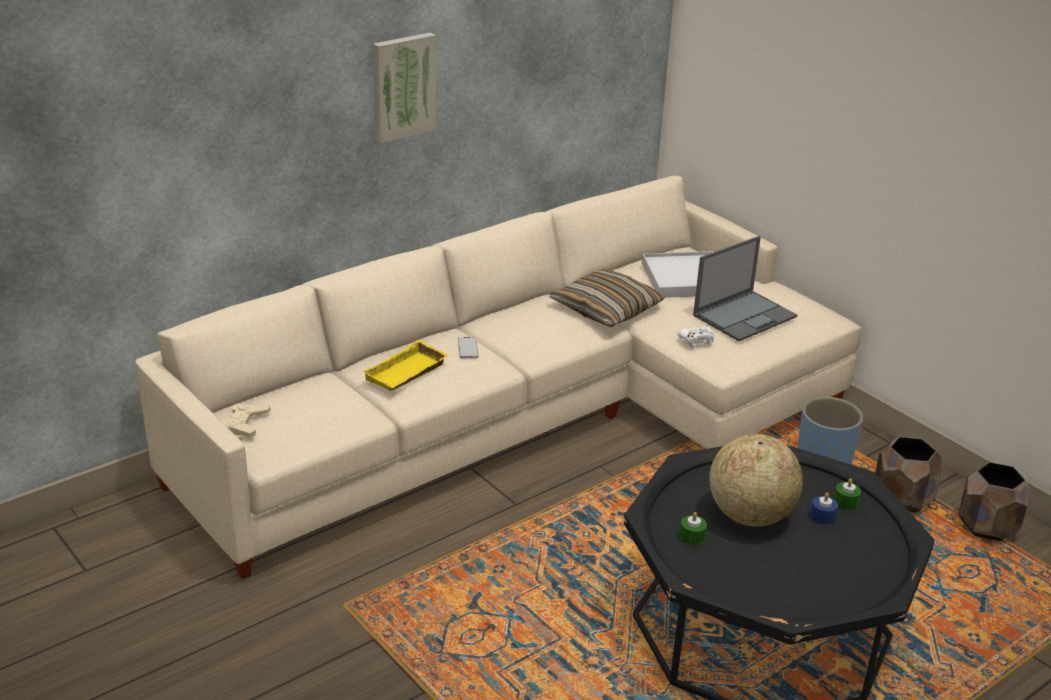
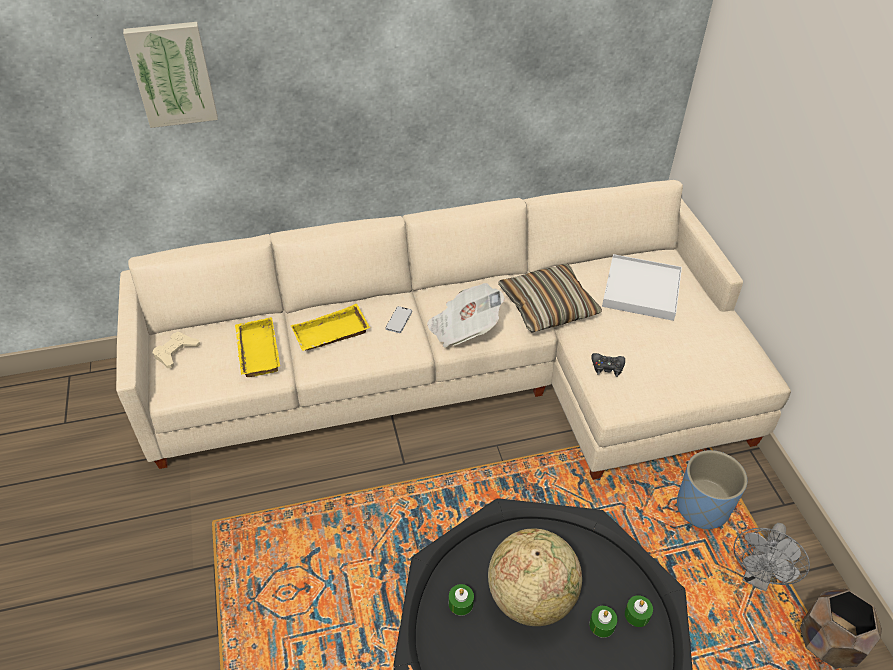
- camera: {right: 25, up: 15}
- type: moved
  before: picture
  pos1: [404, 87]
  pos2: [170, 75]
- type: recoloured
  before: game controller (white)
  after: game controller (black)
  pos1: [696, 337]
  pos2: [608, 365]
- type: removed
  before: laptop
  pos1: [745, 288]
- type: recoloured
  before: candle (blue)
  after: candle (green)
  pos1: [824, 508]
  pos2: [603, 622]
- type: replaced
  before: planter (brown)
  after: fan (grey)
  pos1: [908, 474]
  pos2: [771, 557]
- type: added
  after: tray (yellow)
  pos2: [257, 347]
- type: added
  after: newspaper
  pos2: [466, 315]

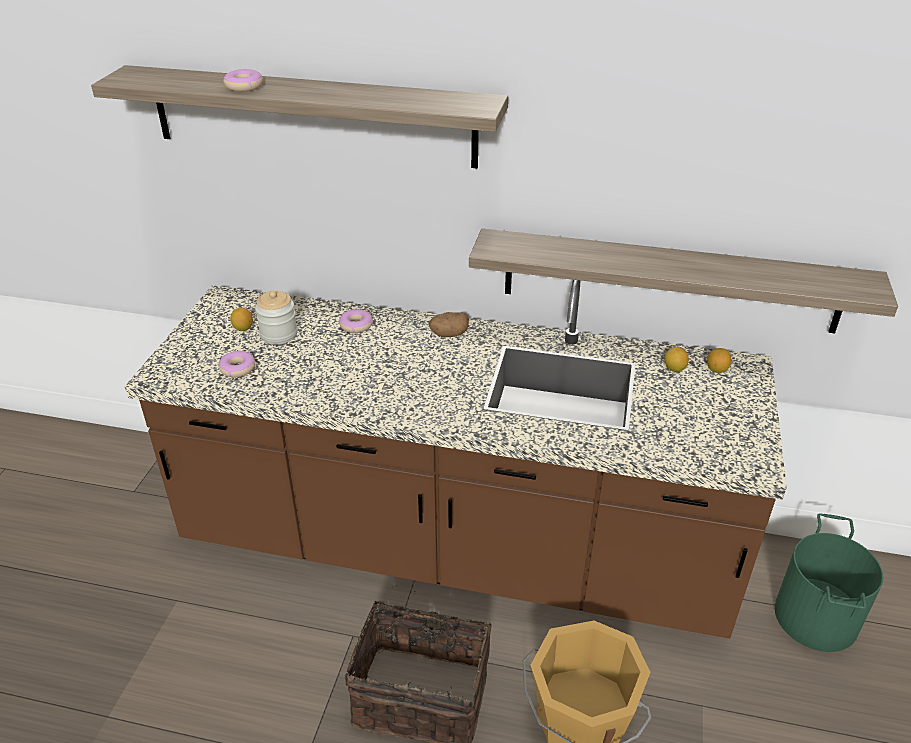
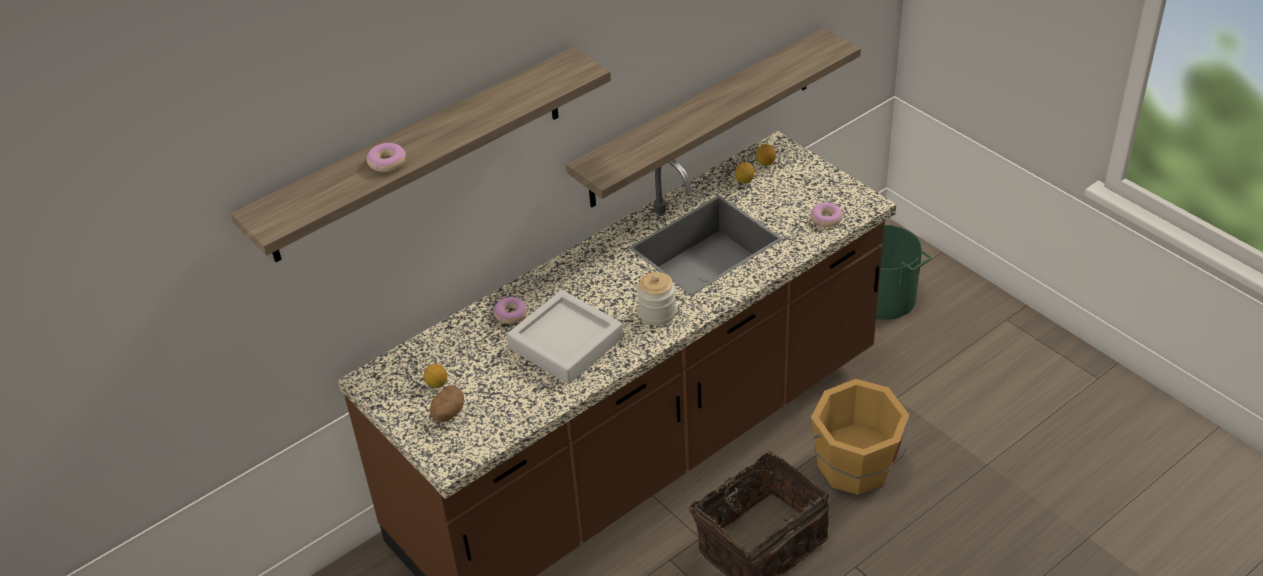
- camera: {right: -50, up: 5}
- type: moved
  before: donut
  pos1: [236, 364]
  pos2: [826, 214]
- type: moved
  before: jar
  pos1: [276, 317]
  pos2: [656, 299]
- type: moved
  before: potato
  pos1: [449, 324]
  pos2: [447, 403]
- type: added
  after: tray (grey)
  pos2: [564, 337]

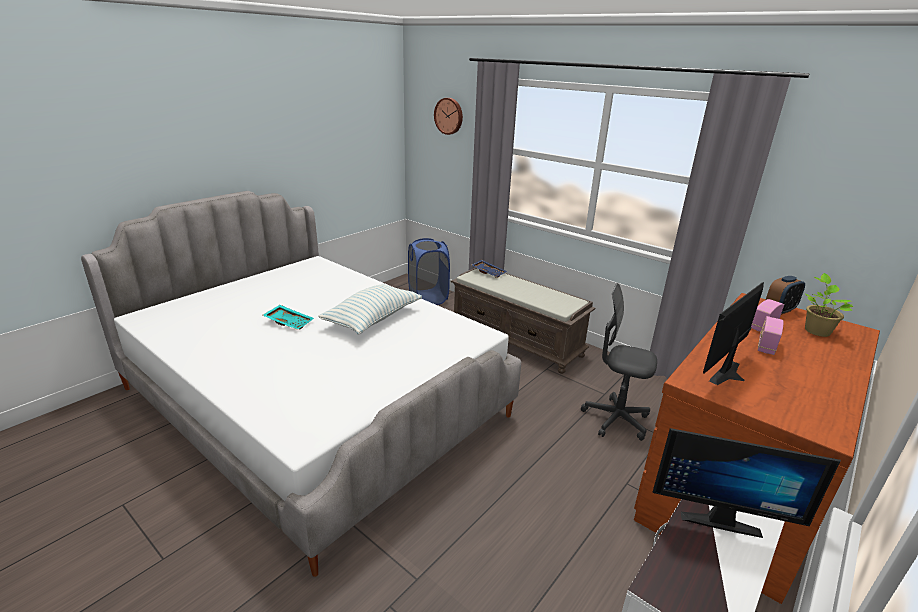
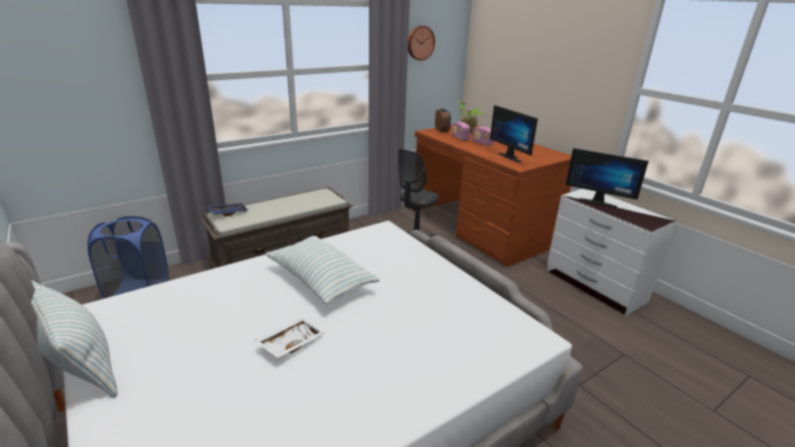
- camera: {right: -75, up: 0}
- type: recoloured
  before: tray (turquoise)
  after: tray (white)
  pos1: [288, 317]
  pos2: [289, 338]
- type: moved
  before: wall clock
  pos1: [448, 116]
  pos2: [421, 43]
- type: turned
  before: monitor
  pos1: [746, 483]
  pos2: [607, 178]
  turn: 90
- type: added
  after: pillow
  pos2: [74, 339]

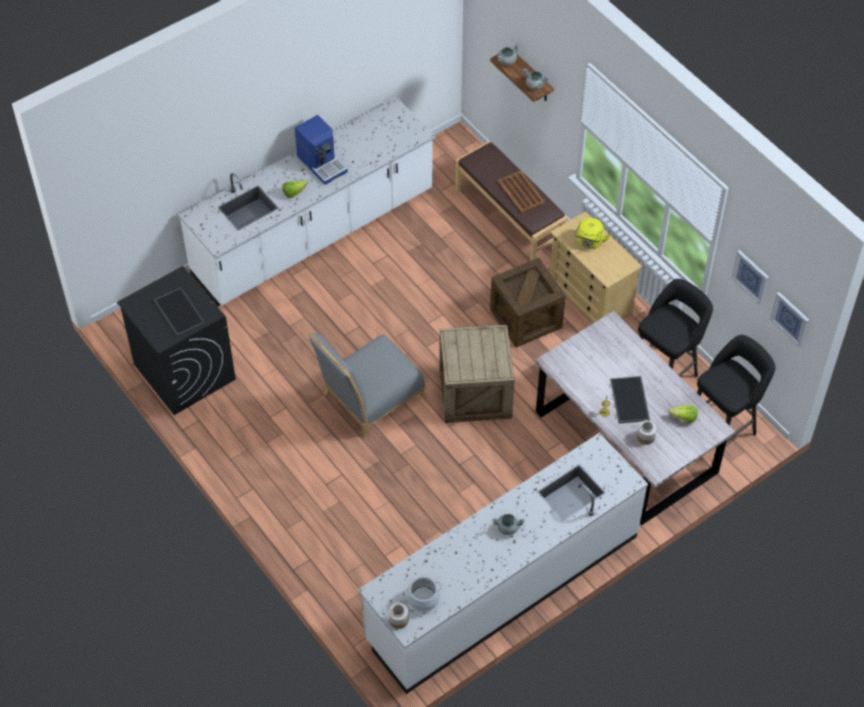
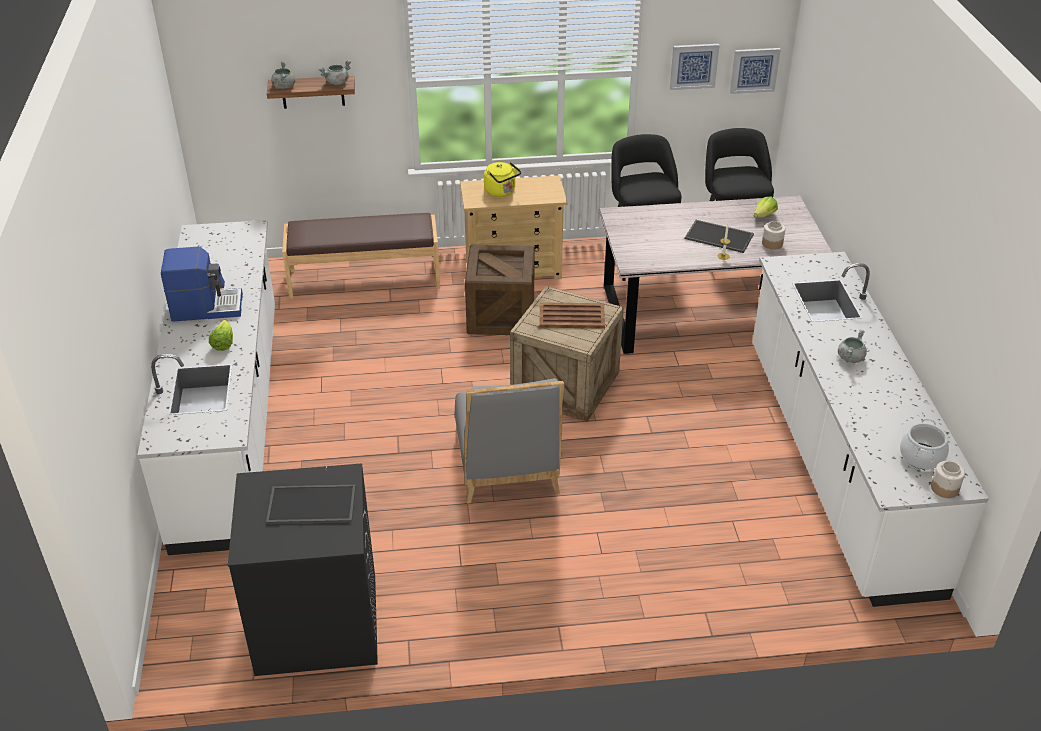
- camera: {right: -60, up: -15}
- type: moved
  before: tray (brown)
  pos1: [521, 192]
  pos2: [572, 315]

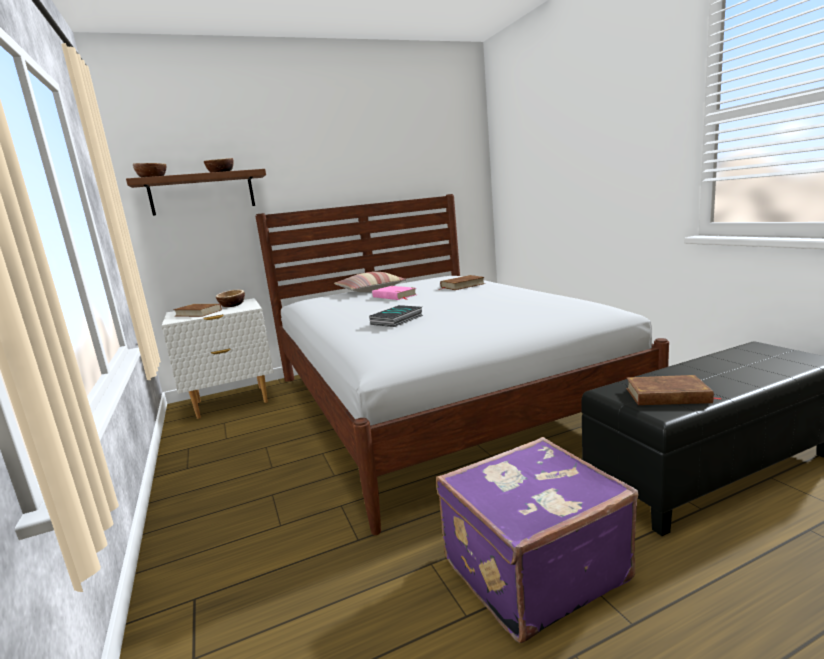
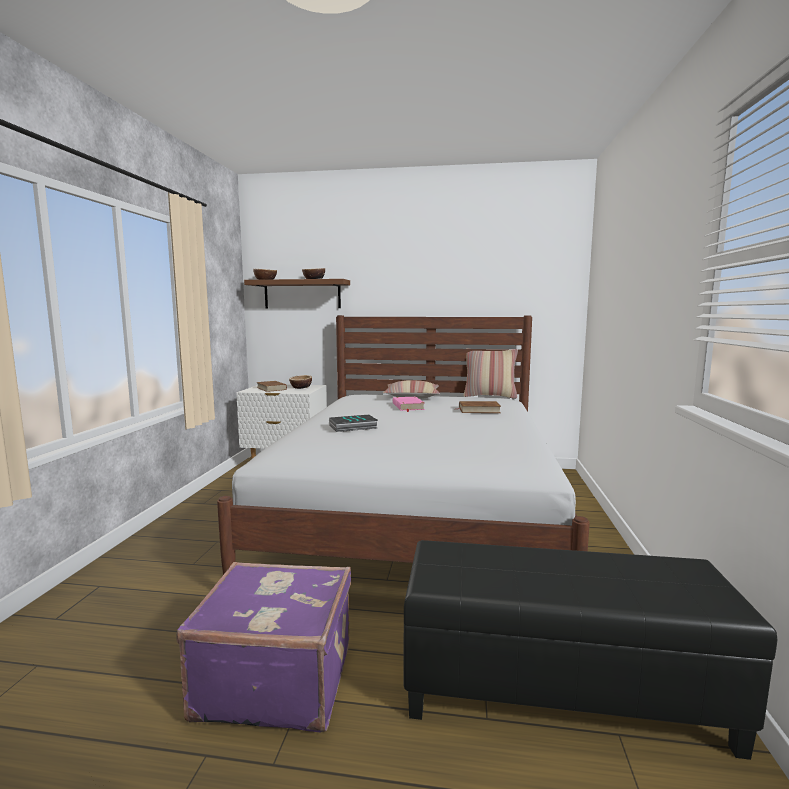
- camera: {right: 30, up: -5}
- type: removed
  before: book (brown)
  pos1: [673, 390]
- type: added
  after: pillow
  pos2: [490, 373]

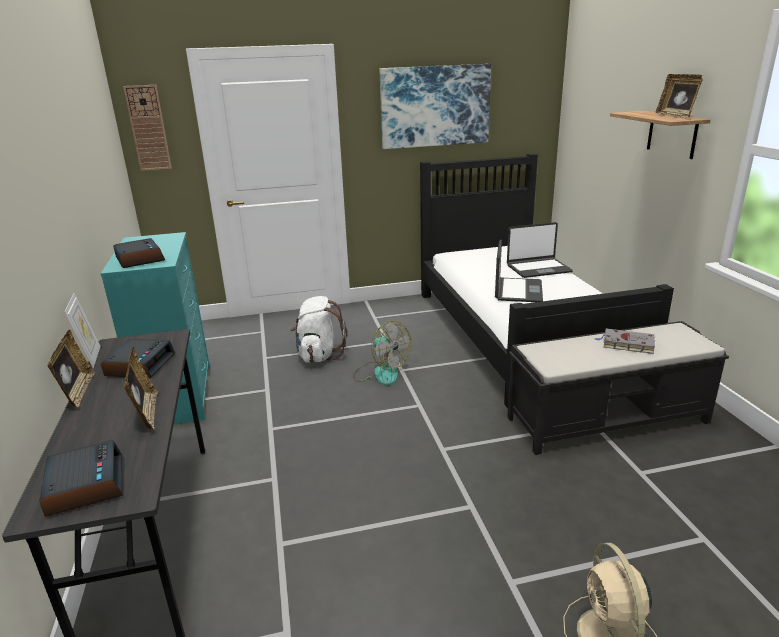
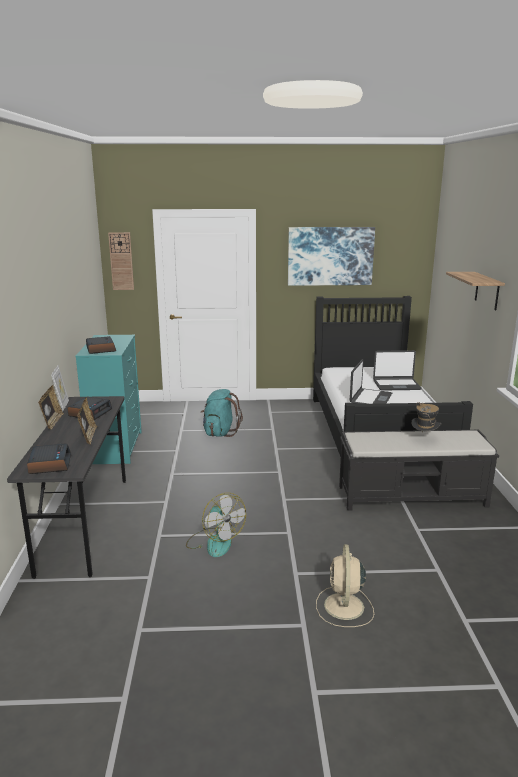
- camera: {right: 10, up: -5}
- type: recoloured
  before: backpack (white)
  after: backpack (turquoise)
  pos1: [318, 329]
  pos2: [222, 413]
- type: moved
  before: fan
  pos1: [382, 353]
  pos2: [216, 525]
- type: replaced
  before: book (grey)
  after: hat
  pos1: [625, 341]
  pos2: [426, 417]
- type: removed
  before: picture frame
  pos1: [679, 96]

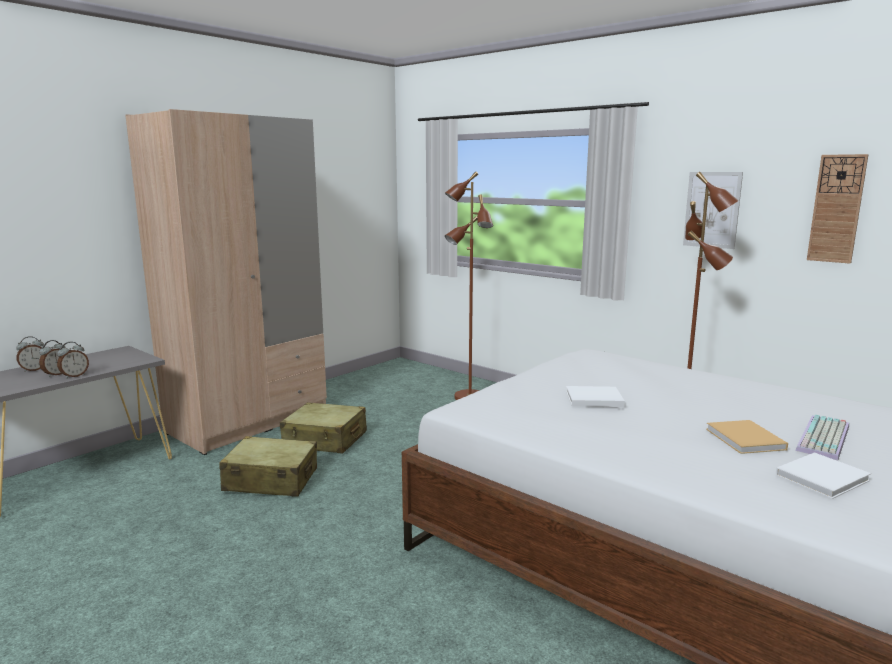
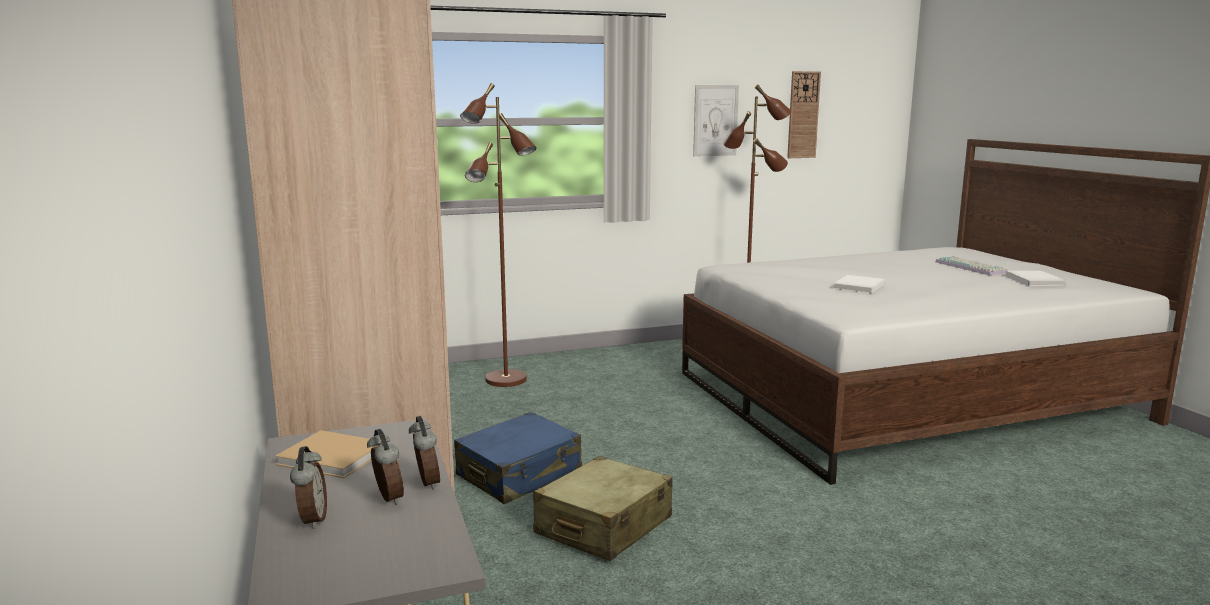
- camera: {right: -60, up: 0}
- type: recoloured
  before: suitcase (beige)
  after: suitcase (blue)
  pos1: [323, 428]
  pos2: [518, 458]
- type: moved
  before: book (beige)
  pos1: [747, 437]
  pos2: [328, 454]

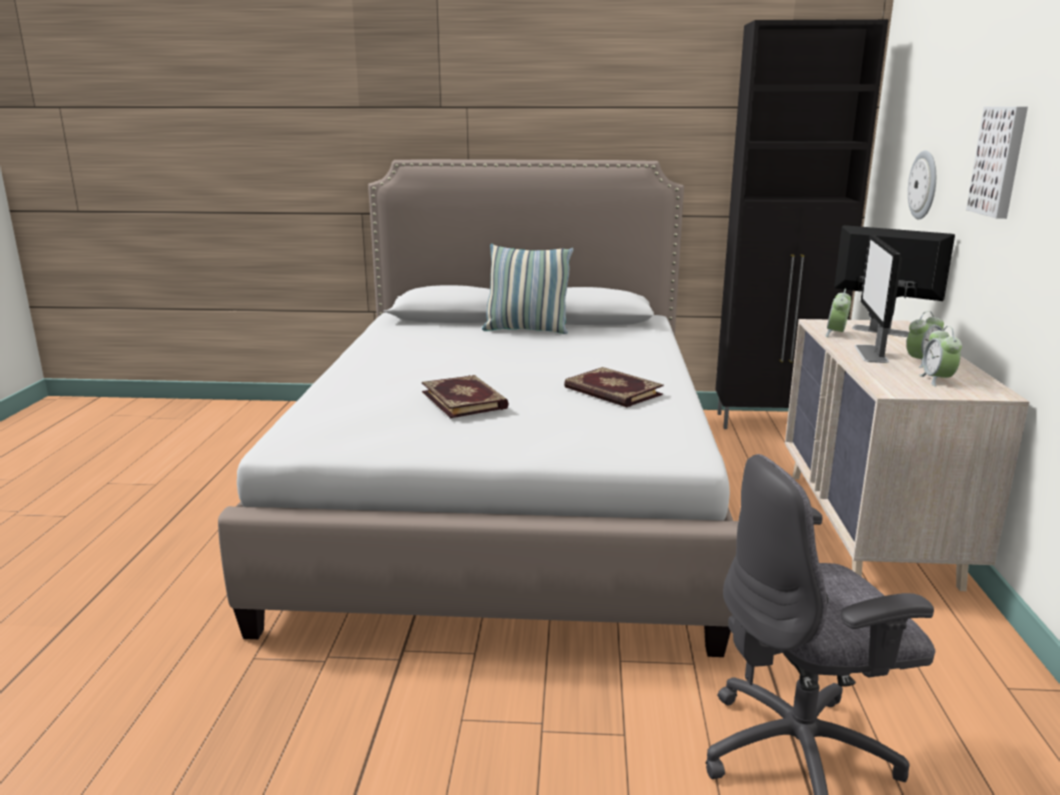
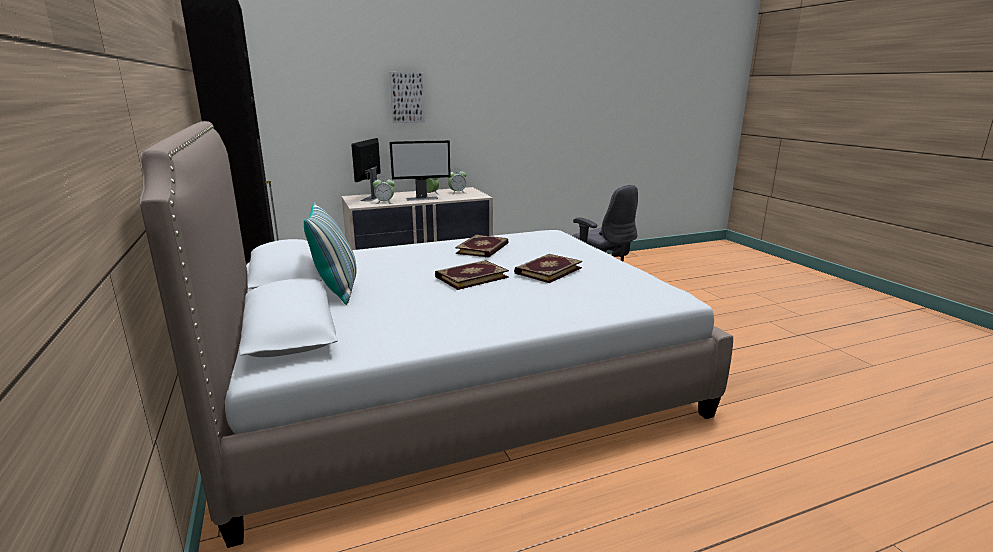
- camera: {right: -115, up: 0}
- type: removed
  before: wall clock
  pos1: [922, 184]
- type: added
  after: book
  pos2: [472, 275]

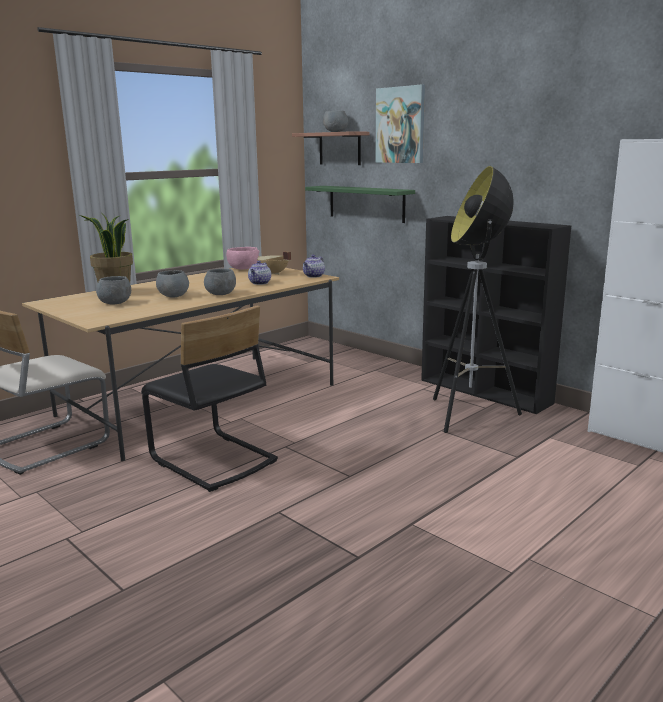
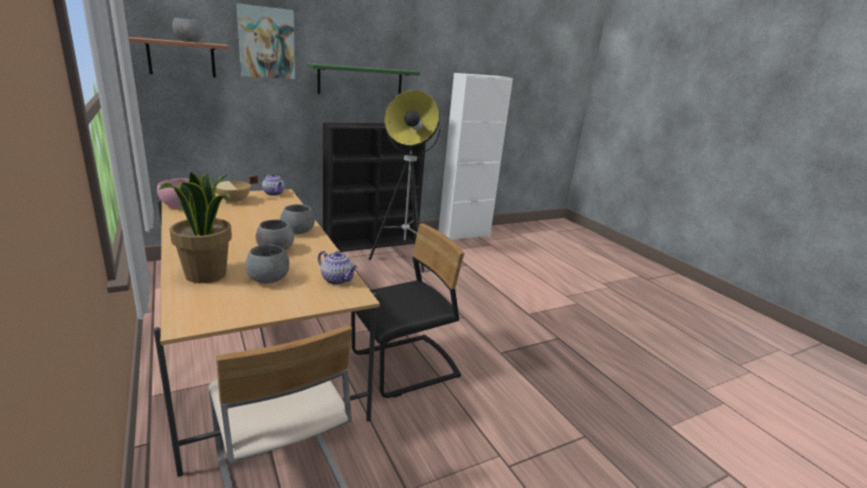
- camera: {right: -75, up: 5}
- type: moved
  before: teapot
  pos1: [259, 273]
  pos2: [337, 268]
- type: moved
  before: shelf (green)
  pos1: [360, 204]
  pos2: [363, 79]

